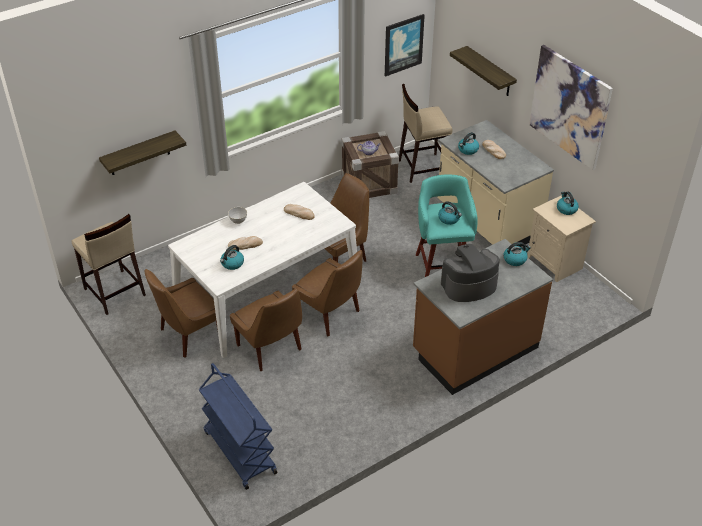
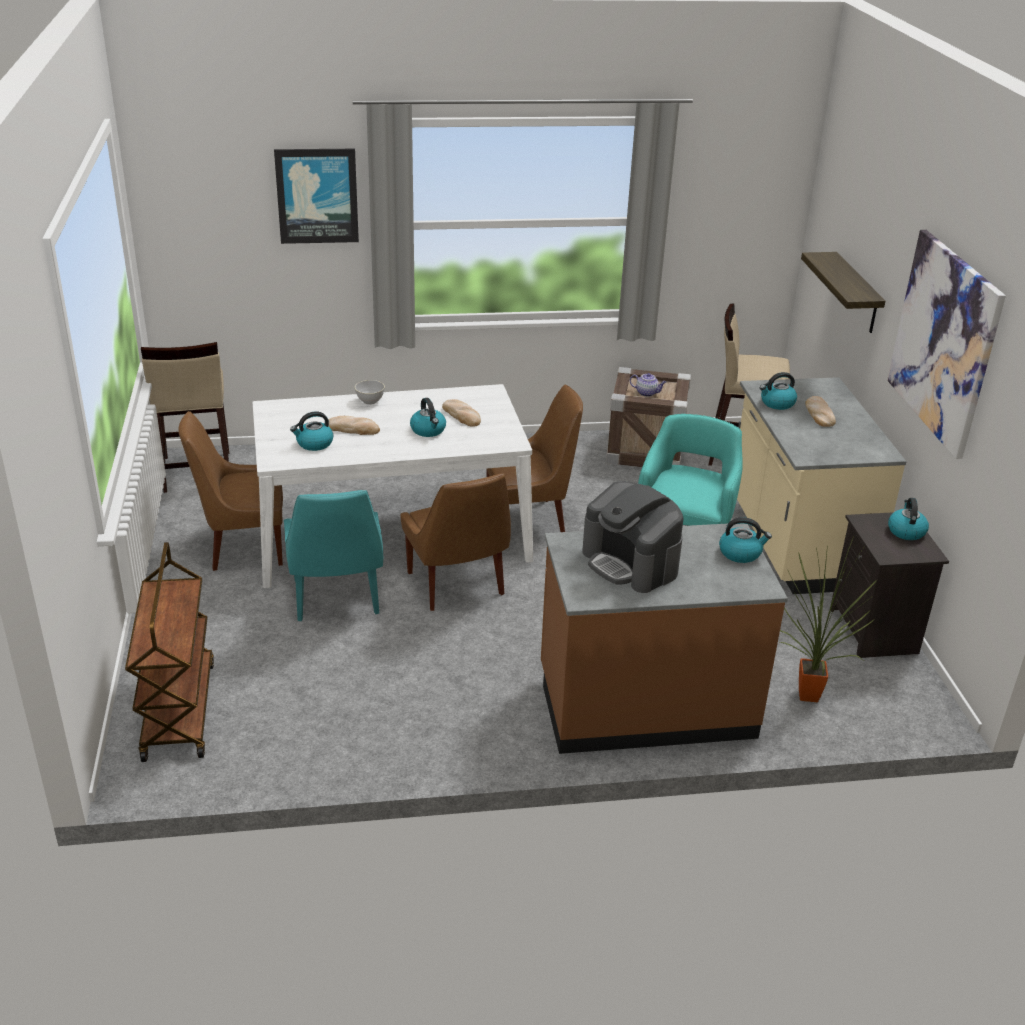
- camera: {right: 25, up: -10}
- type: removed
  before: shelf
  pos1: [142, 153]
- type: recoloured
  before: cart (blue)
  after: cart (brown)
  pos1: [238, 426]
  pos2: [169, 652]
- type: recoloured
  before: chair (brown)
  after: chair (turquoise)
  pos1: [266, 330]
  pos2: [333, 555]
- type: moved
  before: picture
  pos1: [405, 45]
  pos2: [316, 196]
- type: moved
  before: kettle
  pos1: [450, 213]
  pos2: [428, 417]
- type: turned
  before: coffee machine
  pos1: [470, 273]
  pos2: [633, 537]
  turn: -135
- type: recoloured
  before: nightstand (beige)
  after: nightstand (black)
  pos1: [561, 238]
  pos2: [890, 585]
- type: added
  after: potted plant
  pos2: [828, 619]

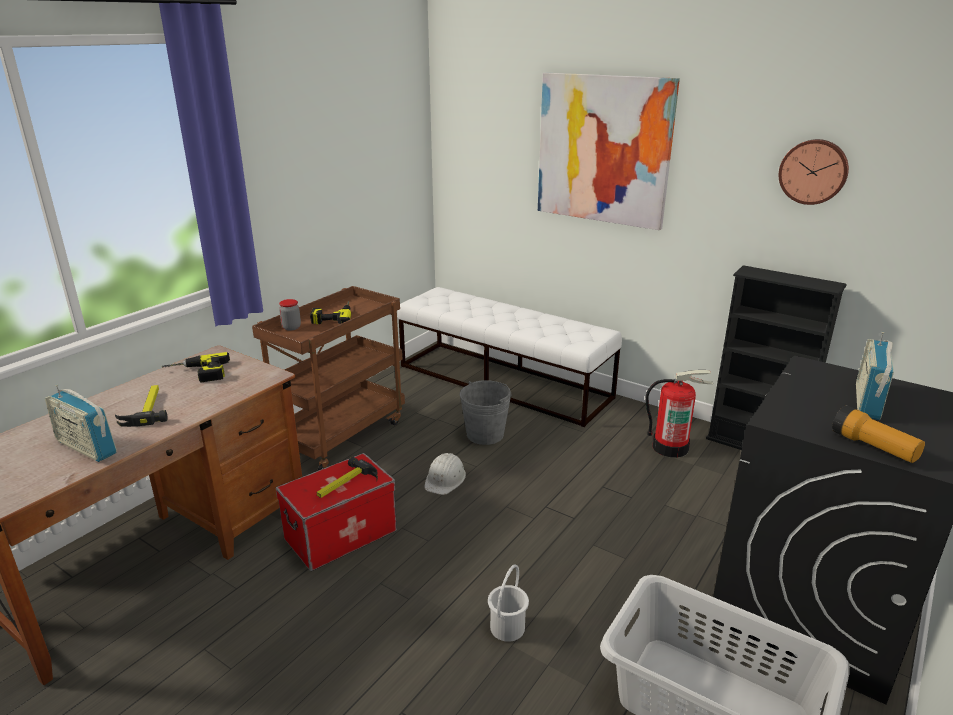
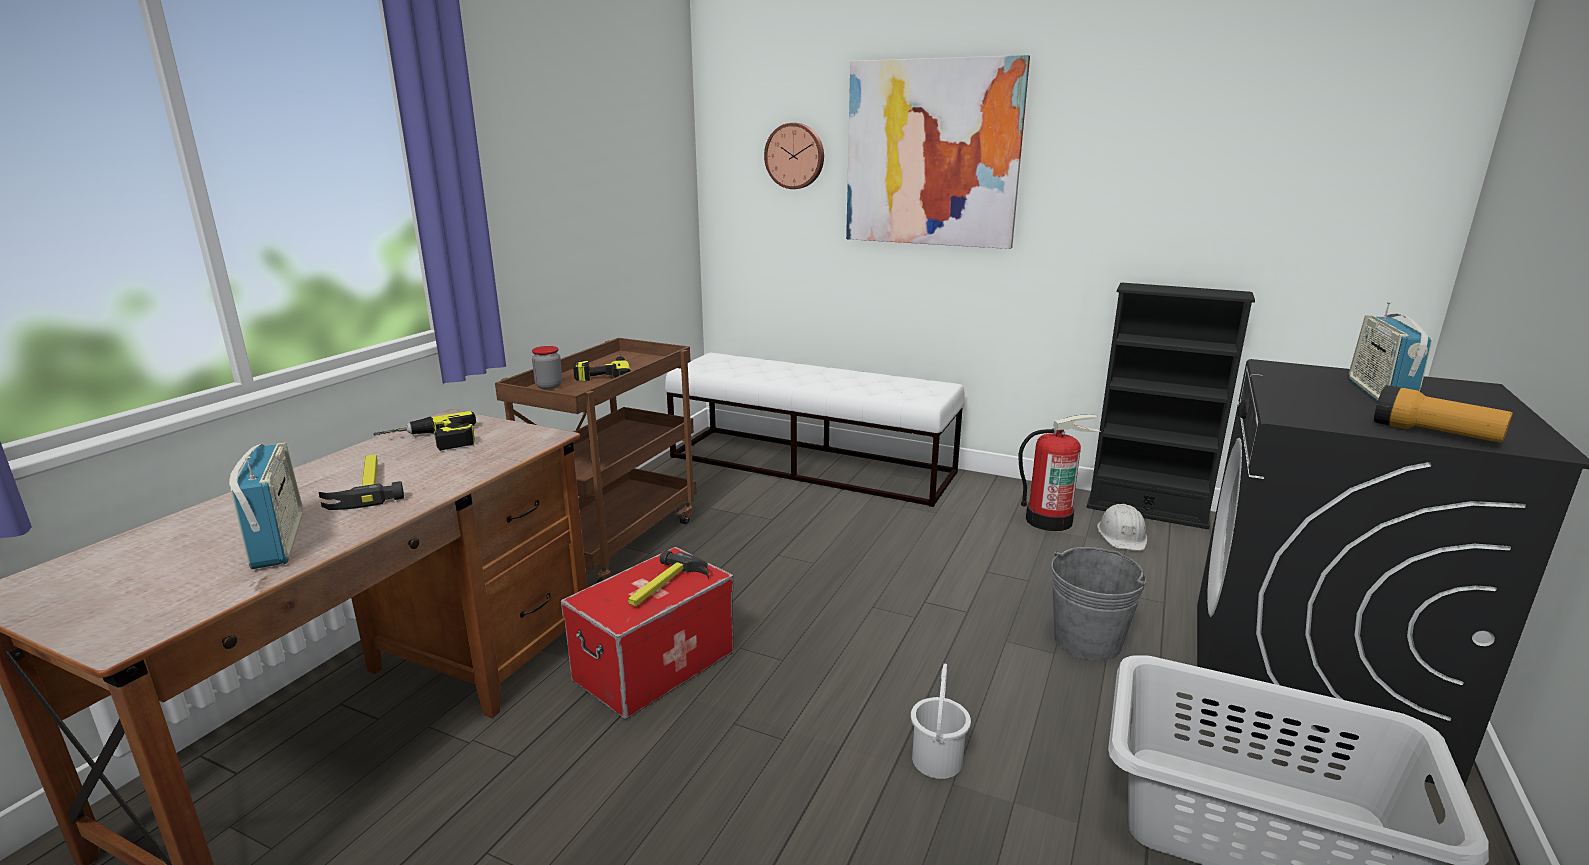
- camera: {right: -10, up: -5}
- type: turned
  before: radio
  pos1: [81, 423]
  pos2: [266, 506]
  turn: -135
- type: moved
  before: hard hat (white)
  pos1: [445, 474]
  pos2: [1122, 527]
- type: moved
  before: bucket (grey)
  pos1: [485, 412]
  pos2: [1098, 604]
- type: moved
  before: wall clock
  pos1: [814, 172]
  pos2: [794, 156]

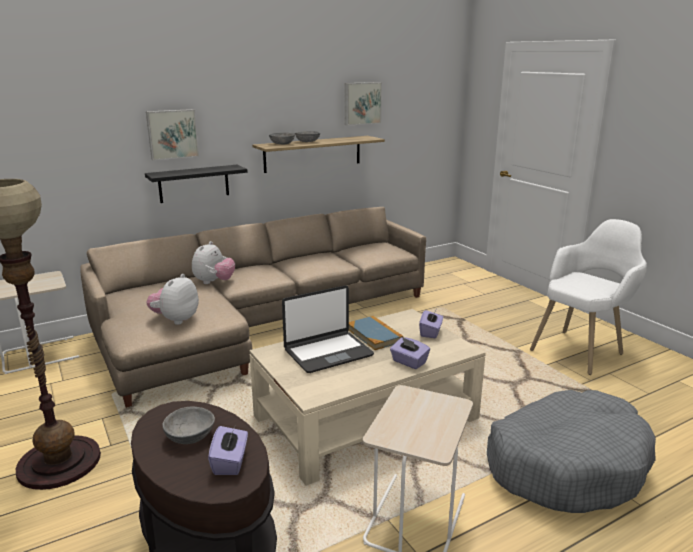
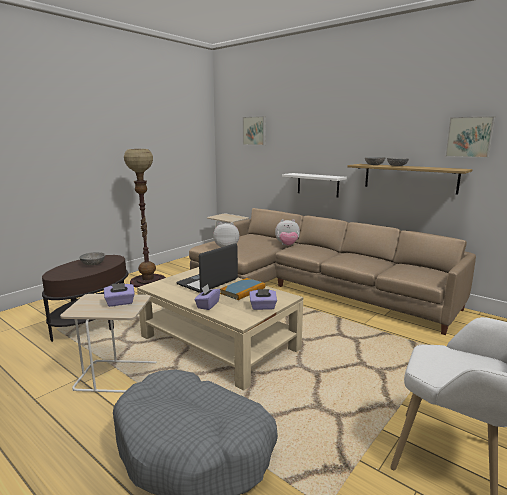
- camera: {right: 70, up: -5}
- type: recoloured
  before: shelf (black)
  after: shelf (white)
  pos1: [196, 184]
  pos2: [314, 185]
- type: moved
  before: picture
  pos1: [172, 134]
  pos2: [254, 130]
- type: moved
  before: tissue box (purple)
  pos1: [228, 450]
  pos2: [119, 295]
- type: turned
  before: laptop
  pos1: [328, 329]
  pos2: [207, 268]
  turn: 90

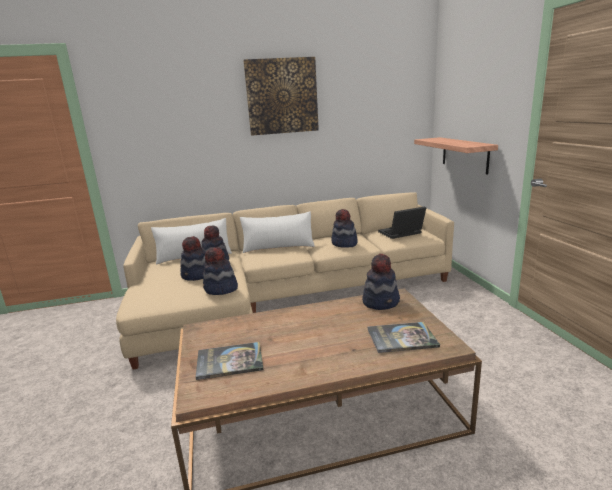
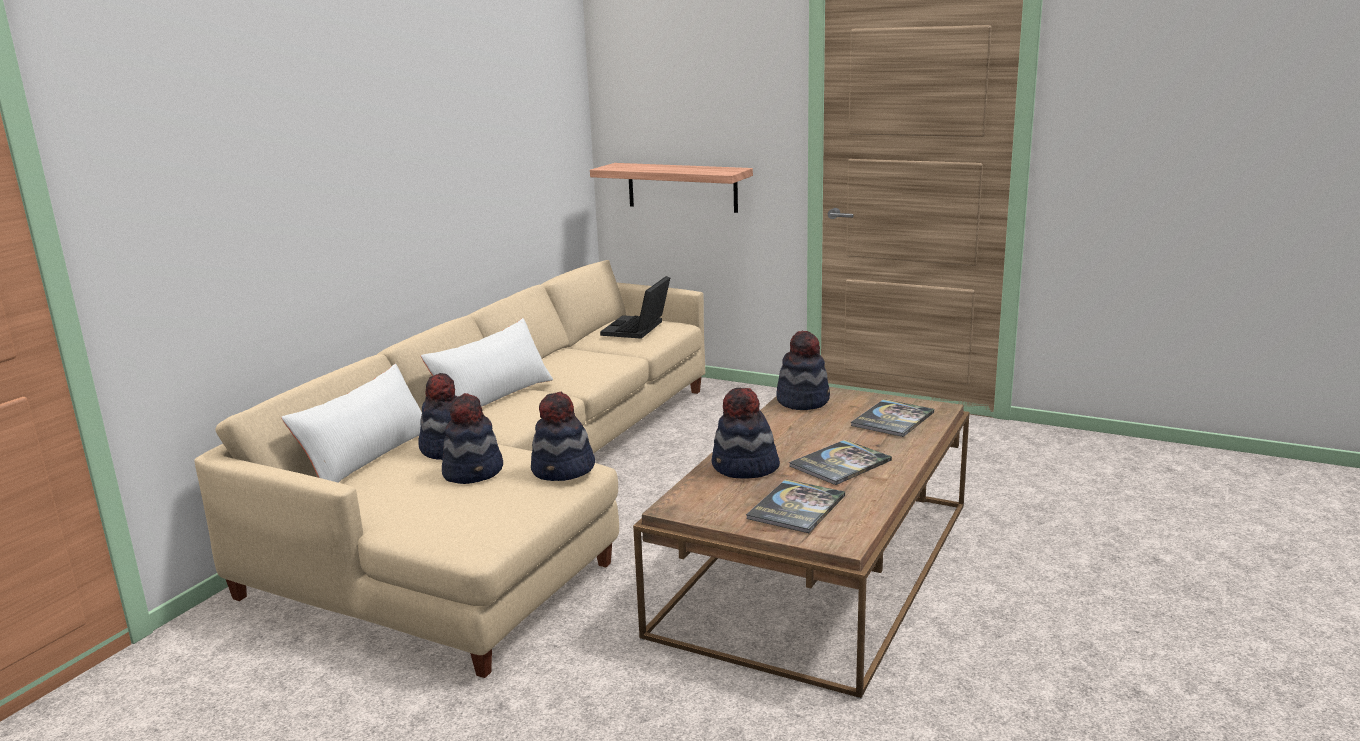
- camera: {right: -50, up: 0}
- type: removed
  before: picture
  pos1: [281, 96]
- type: moved
  before: hat
  pos1: [344, 228]
  pos2: [746, 433]
- type: added
  after: book
  pos2: [840, 462]

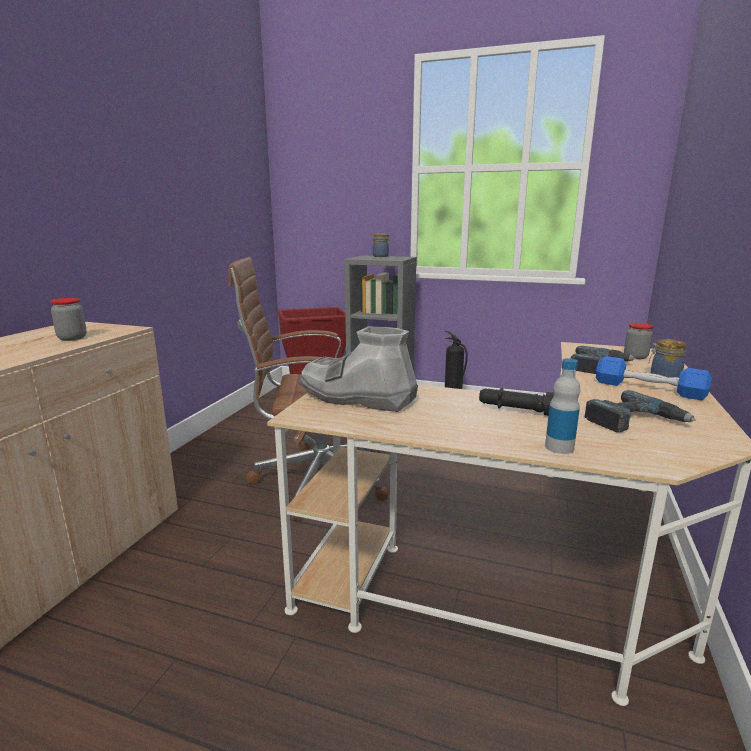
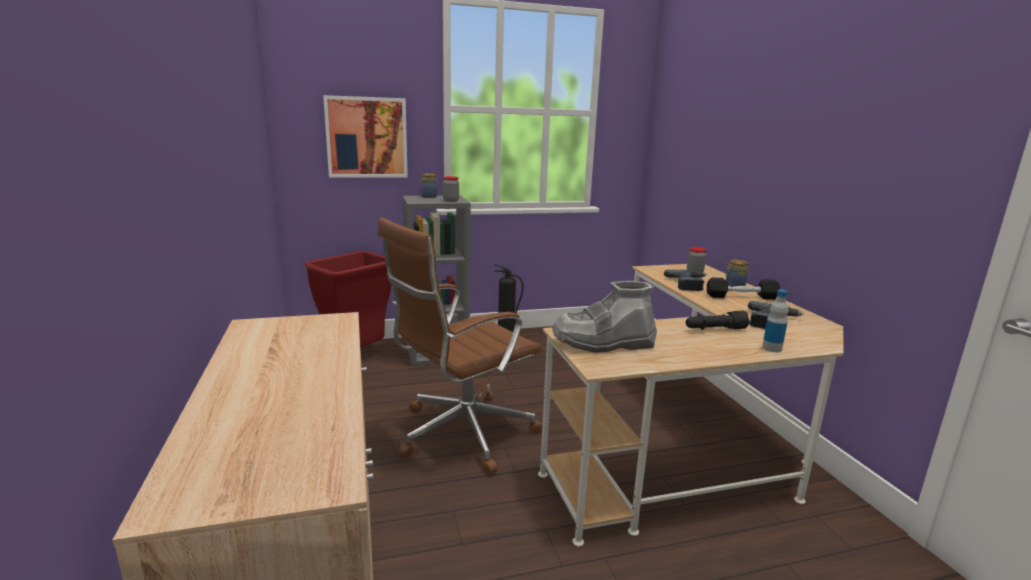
- camera: {right: -35, up: 0}
- type: moved
  before: jar
  pos1: [68, 319]
  pos2: [451, 189]
- type: recoloured
  before: dumbbell (blue)
  after: dumbbell (black)
  pos1: [654, 378]
  pos2: [743, 289]
- type: added
  after: picture
  pos2: [365, 136]

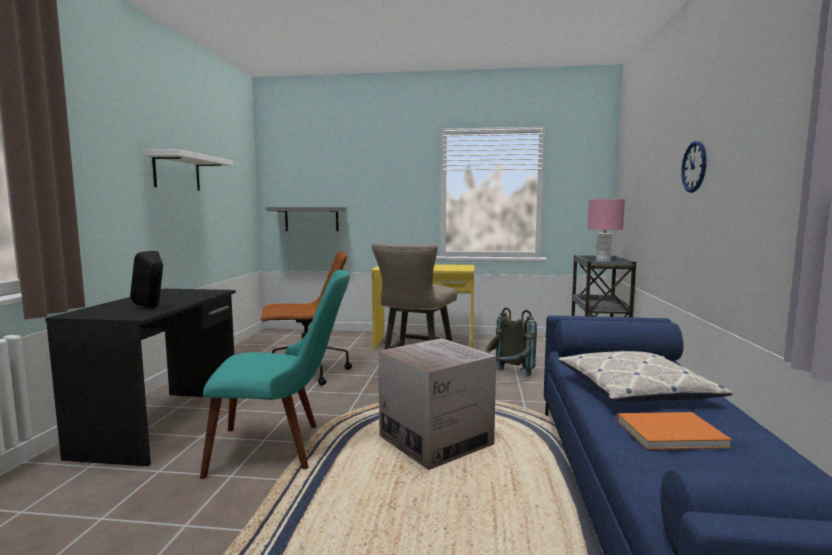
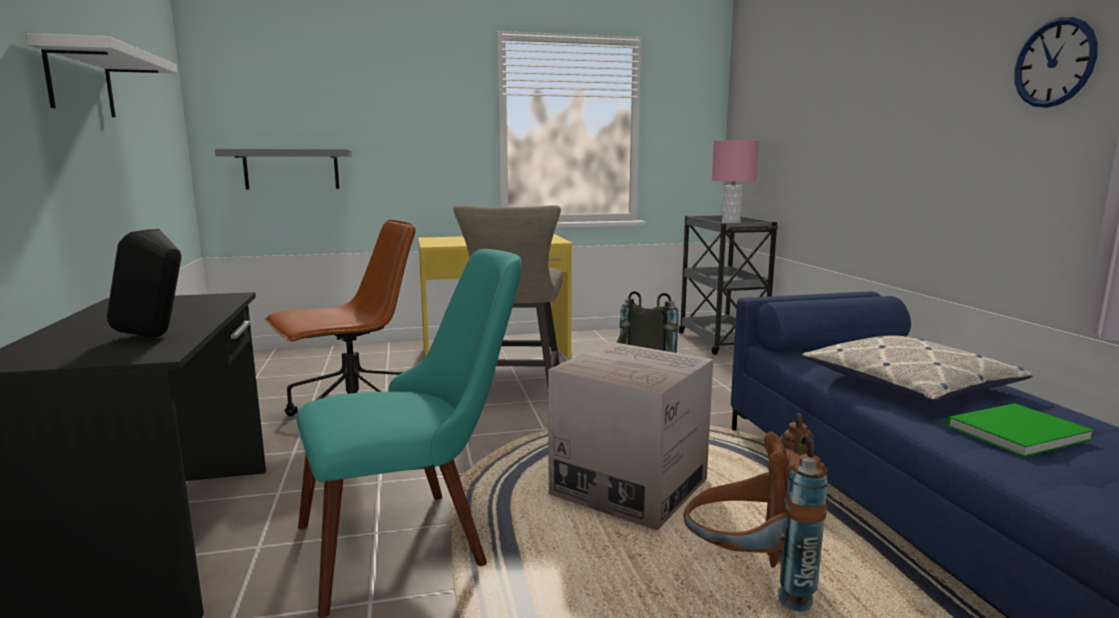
- camera: {right: -20, up: 5}
- type: recoloured
  before: book (orange)
  after: book (green)
  pos1: [674, 431]
  pos2: [1020, 430]
- type: moved
  before: wall clock
  pos1: [694, 167]
  pos2: [1056, 62]
- type: added
  after: backpack (brown)
  pos2: [755, 512]

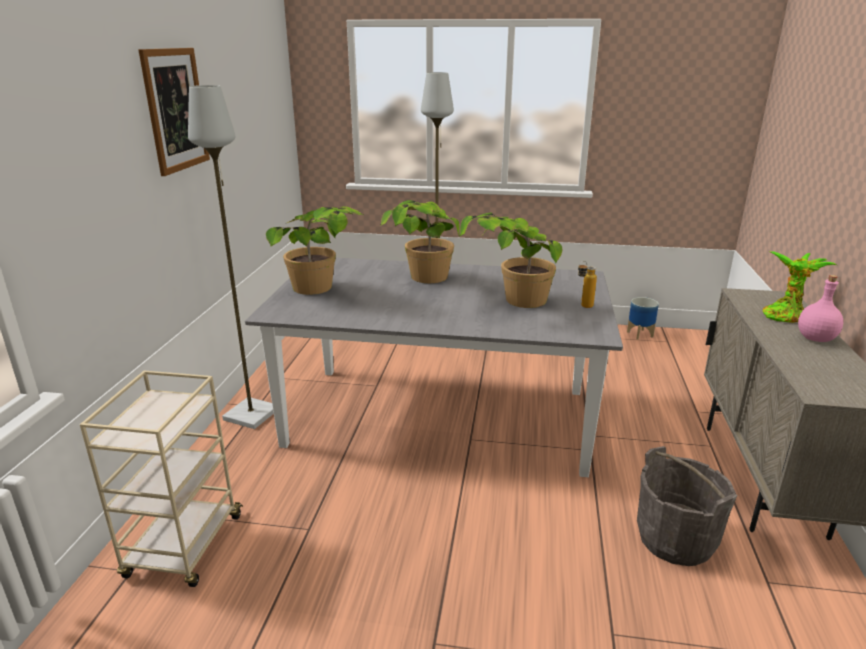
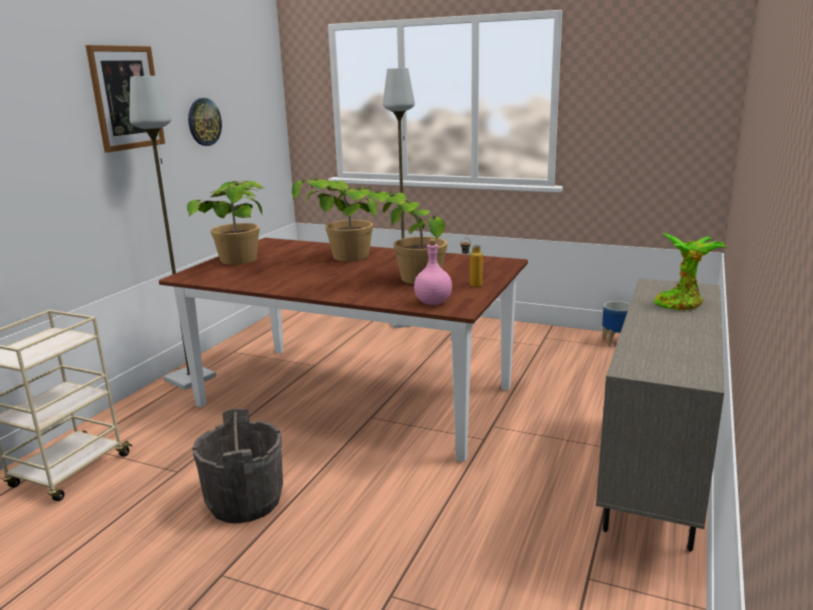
- camera: {right: 15, up: -5}
- type: recoloured
  before: dining table (grey)
  after: dining table (brown)
  pos1: [434, 367]
  pos2: [343, 350]
- type: moved
  before: bucket (grey)
  pos1: [687, 506]
  pos2: [237, 466]
- type: moved
  before: bottle (pink)
  pos1: [820, 308]
  pos2: [433, 272]
- type: added
  after: wall clock
  pos2: [205, 122]

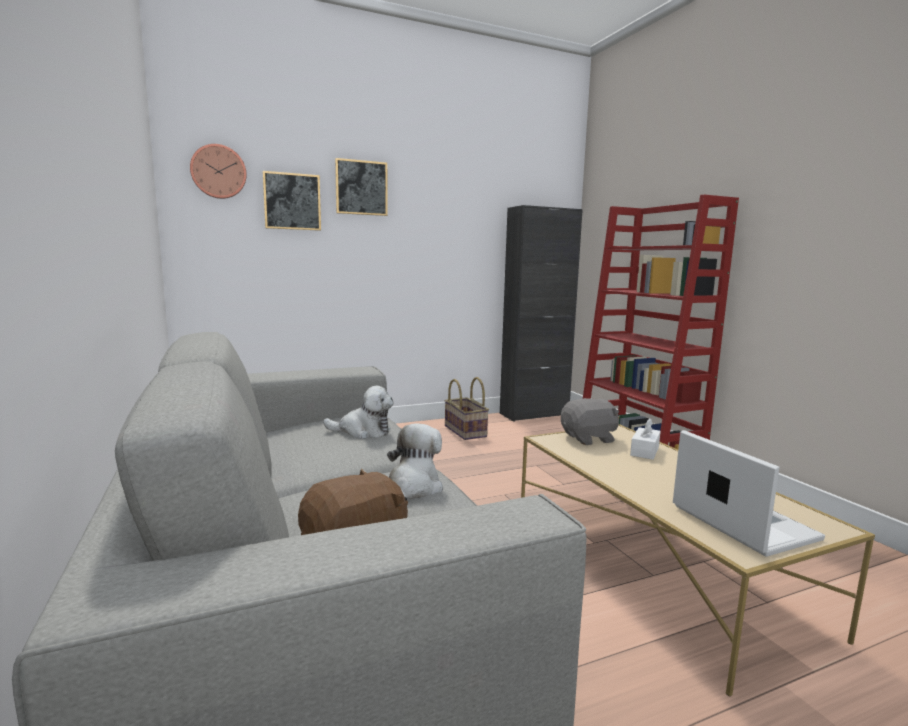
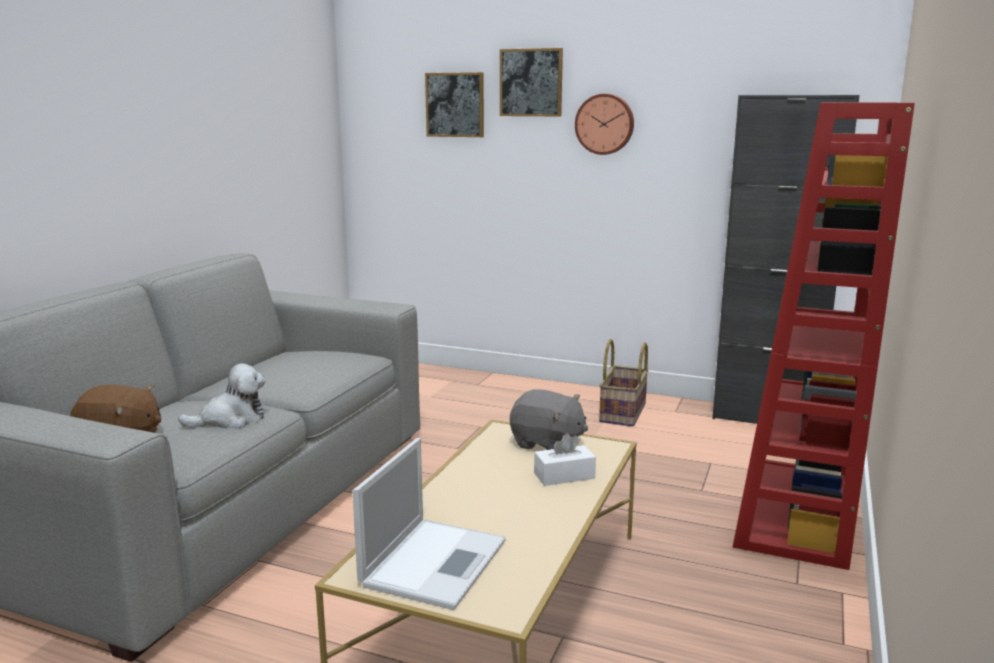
- camera: {right: 45, up: 5}
- type: moved
  before: wall clock
  pos1: [218, 171]
  pos2: [604, 124]
- type: removed
  before: plush toy
  pos1: [358, 412]

